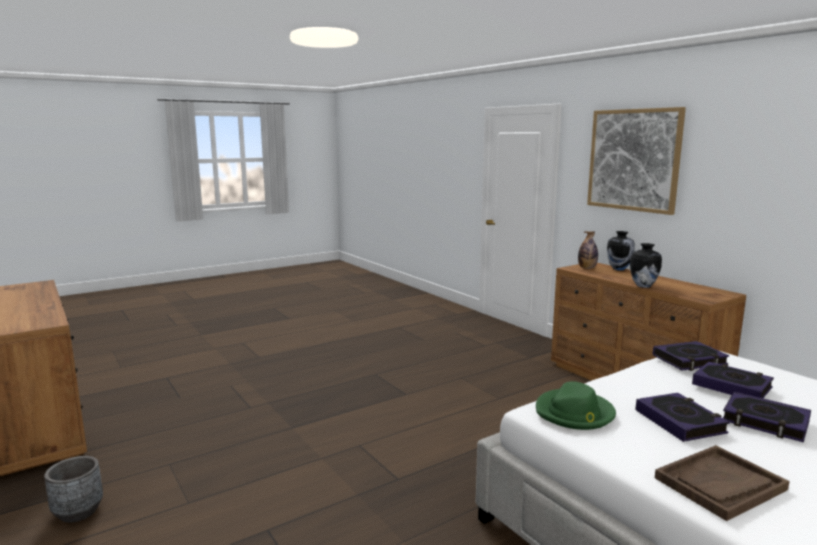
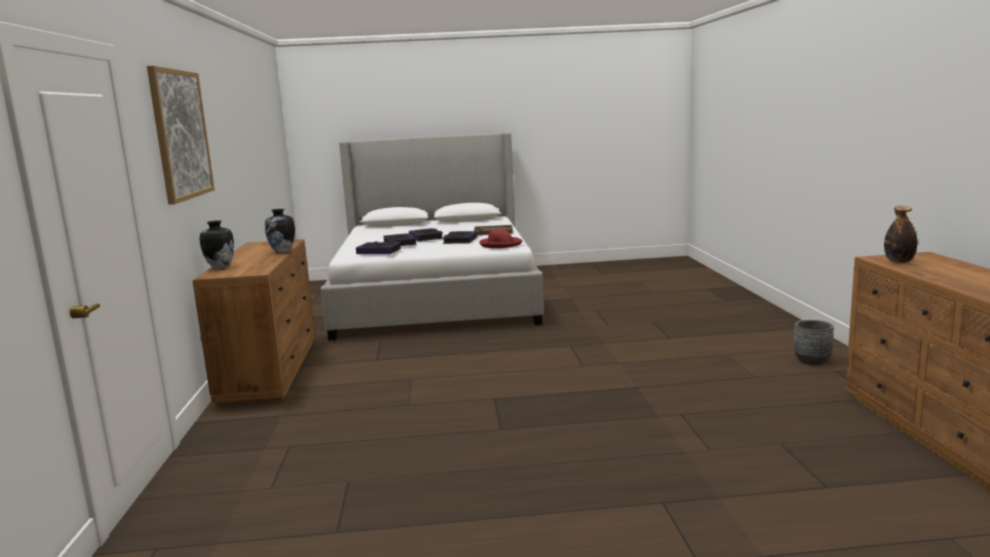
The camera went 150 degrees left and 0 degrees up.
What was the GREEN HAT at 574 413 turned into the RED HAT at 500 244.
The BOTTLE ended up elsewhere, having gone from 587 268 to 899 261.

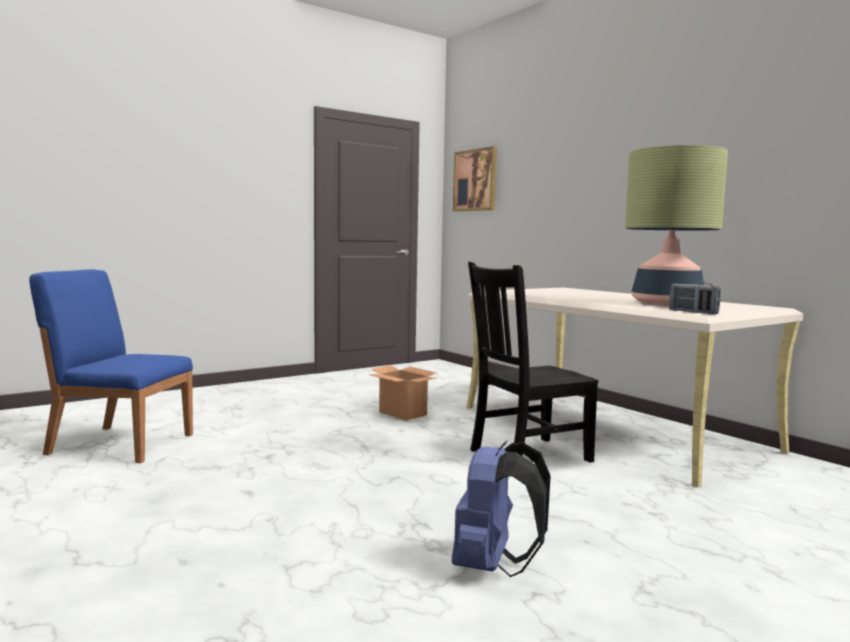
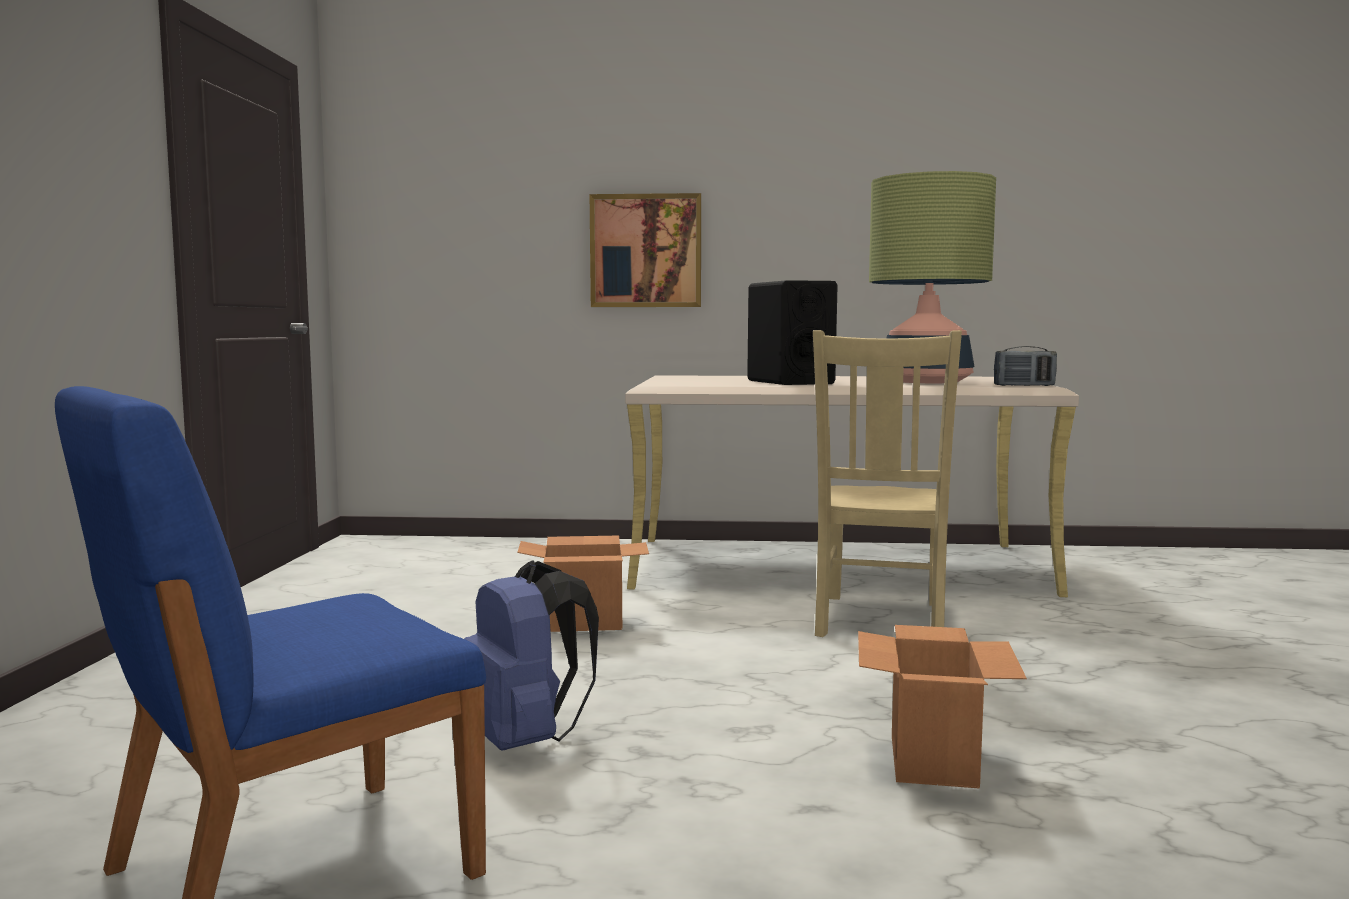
The camera went 50 degrees left and 0 degrees up.
The BLUE BACKPACK ended up elsewhere, having gone from 494 566 to 525 741.
The PICTURE ended up elsewhere, having gone from 475 180 to 646 251.
What was the BLACK CHAIR at 526 456 turned into the BEIGE CHAIR at 880 621.
The second view gained the BLACK SPEAKER at 789 382.
The second view gained the CARDBOARD BOX at 932 760.

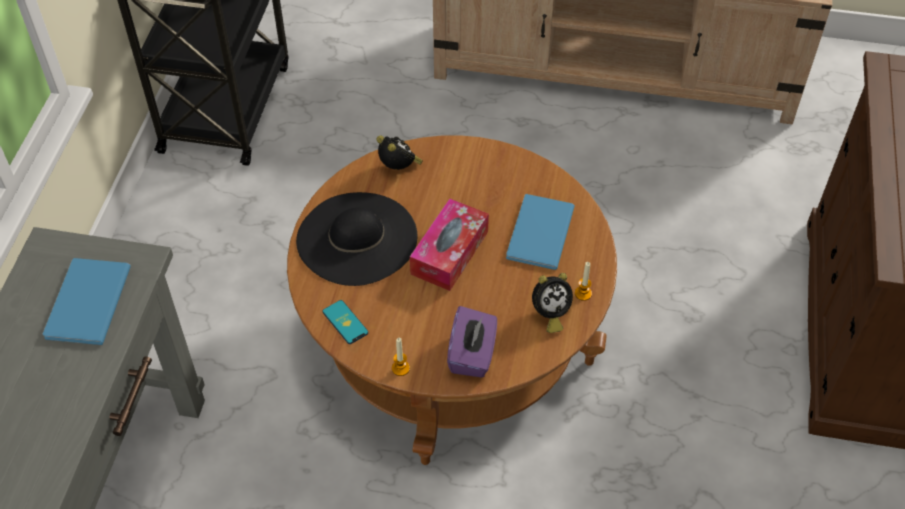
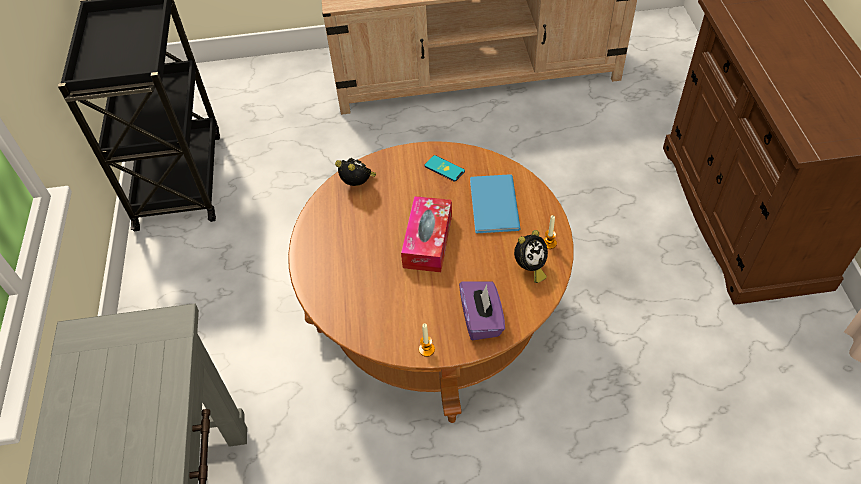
The camera went 15 degrees left and 0 degrees up.
The second view lost the BLUE BOOK at 85 304.
The second view lost the BLACK HAT at 357 238.
The PHONE ended up elsewhere, having gone from 345 322 to 444 168.

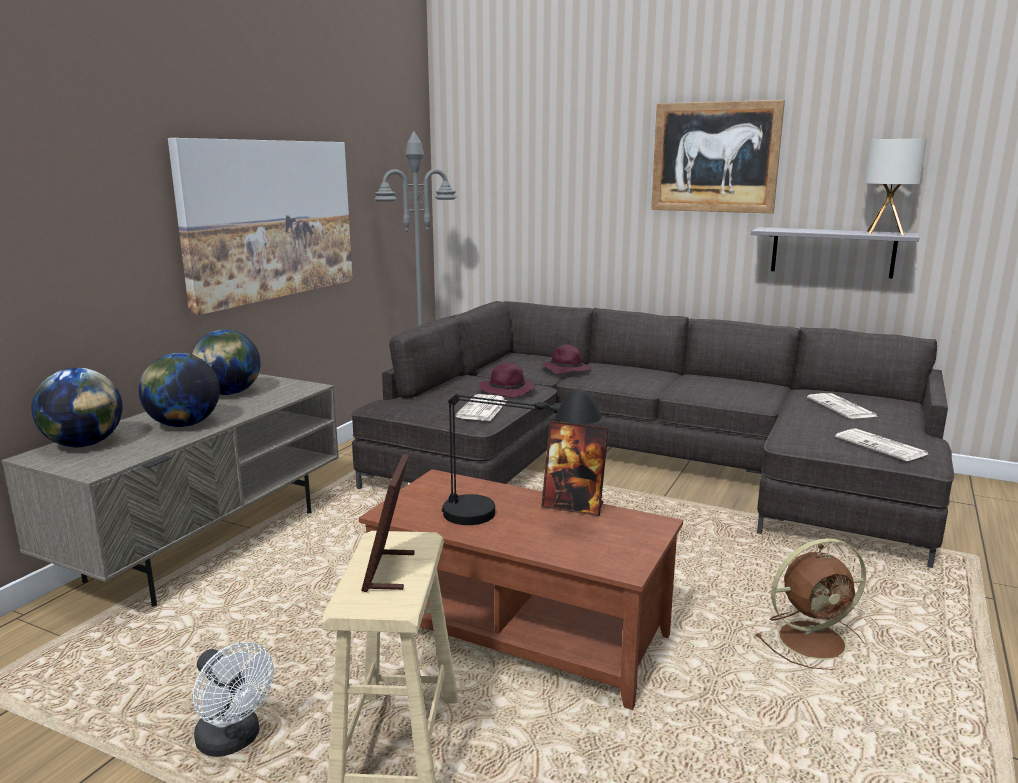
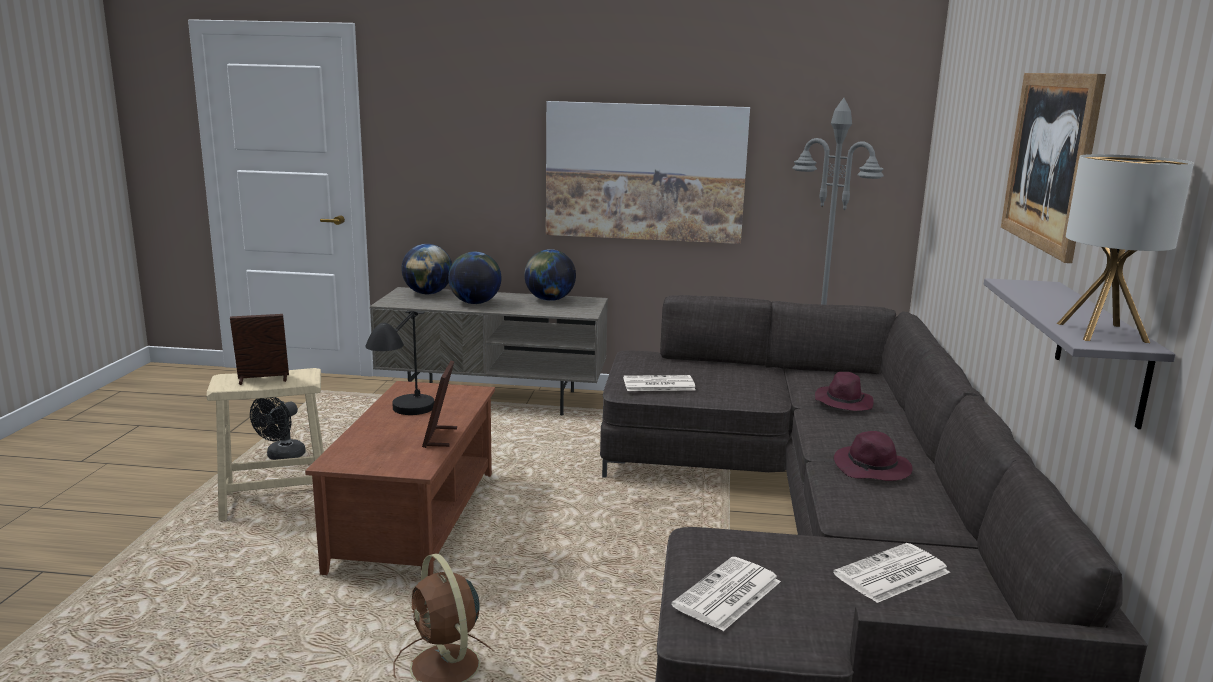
The camera went 70 degrees right and 0 degrees up.
What was the WHITE FAN at 234 741 turned into the BLACK FAN at 282 457.
The PURPLE HAT ended up elsewhere, having gone from 508 390 to 872 469.

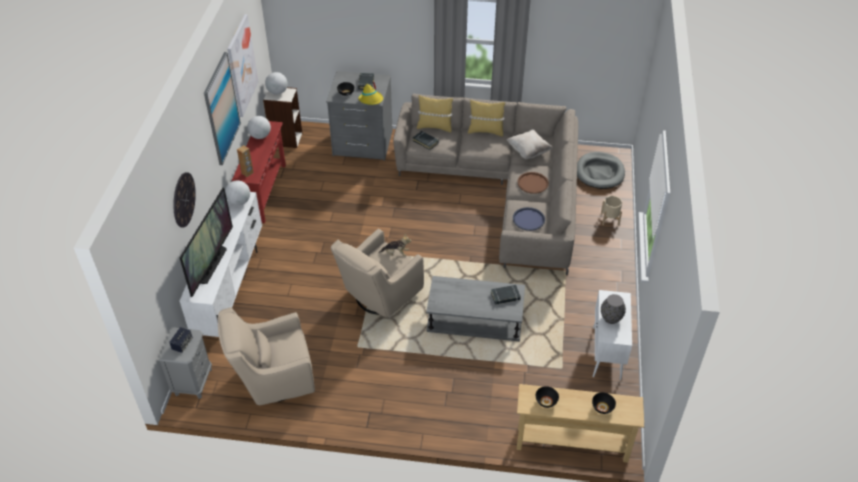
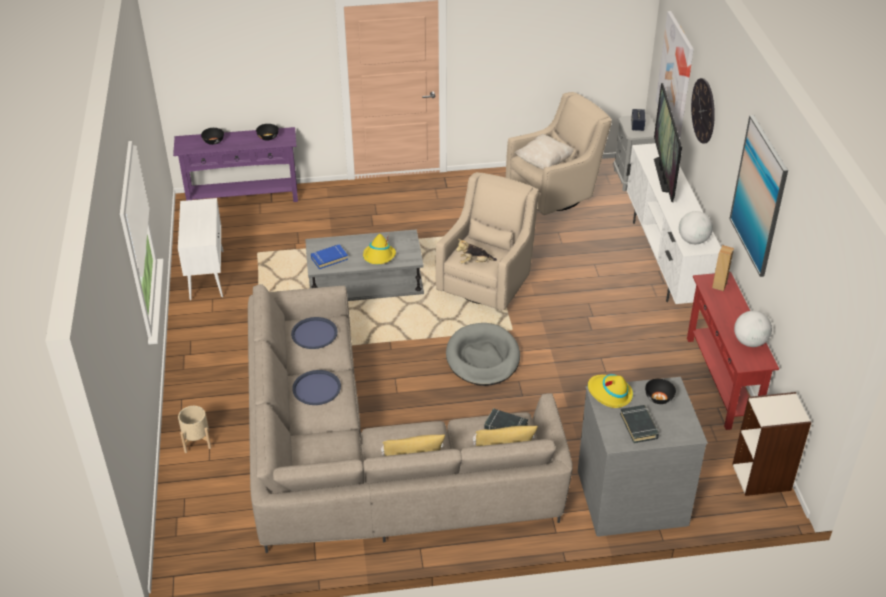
The camera went 165 degrees right and 5 degrees down.
The PICTURE ended up elsewhere, having gone from 241 65 to 676 76.
The second view lost the GLOBE at 277 92.
What was the BLACK BOOK at 505 296 turned into the BLUE BOOK at 329 258.
The BEIGE PILLOW ended up elsewhere, having gone from 528 151 to 544 162.
What was the BROWN TRAY at 532 183 turned into the BLUE TRAY at 316 388.
What was the BEIGE CONSOLE TABLE at 572 444 turned into the PURPLE CONSOLE TABLE at 243 198.
The GREY DOG BED ended up elsewhere, having gone from 599 172 to 483 358.
The second view lost the GREY VASE at 611 318.
The second view gained the YELLOW HAT at 379 256.

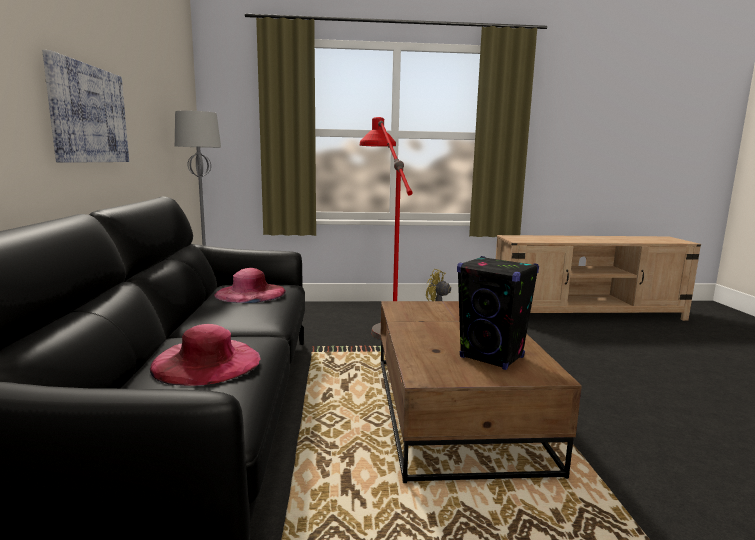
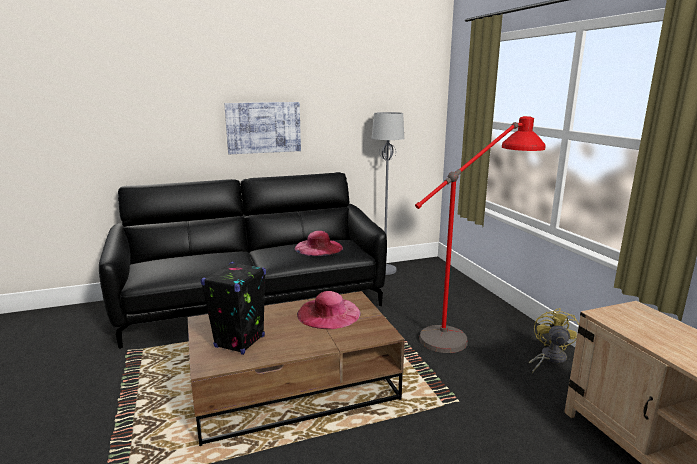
The camera went 75 degrees right and 5 degrees up.
The PINK HAT ended up elsewhere, having gone from 206 361 to 328 313.

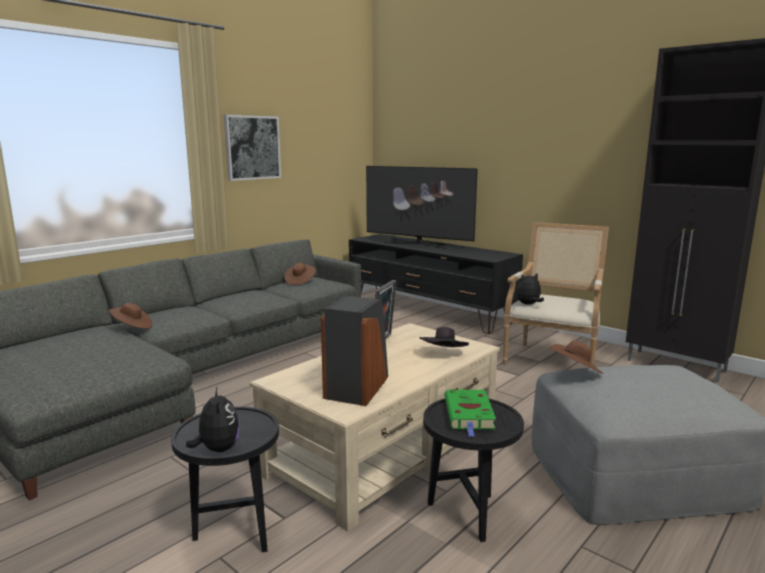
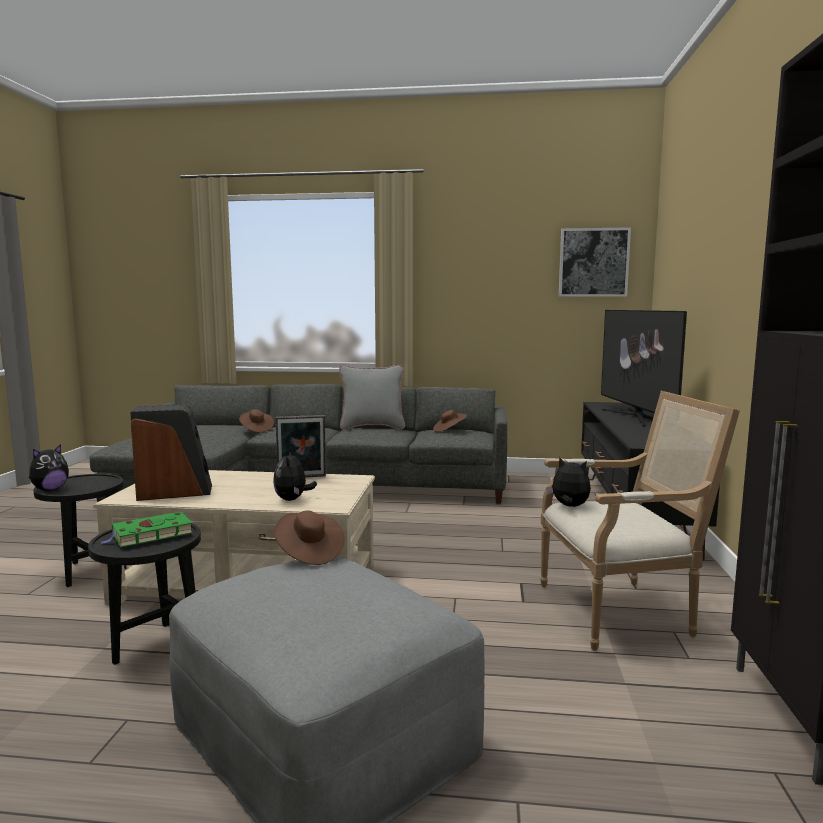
The camera went 55 degrees right and 5 degrees down.
The PICTURE ended up elsewhere, having gone from 252 147 to 593 262.
Where the BLACK HAT stood at 444 354, the PLUSH TOY came to stand at 292 499.
The second view gained the GREY PILLOW at 372 427.

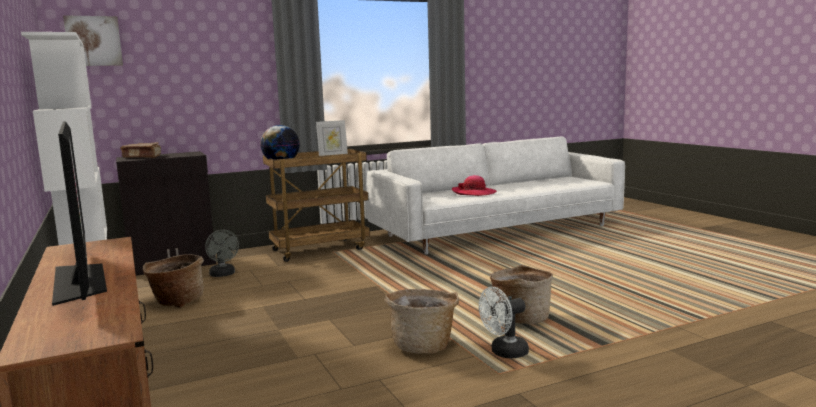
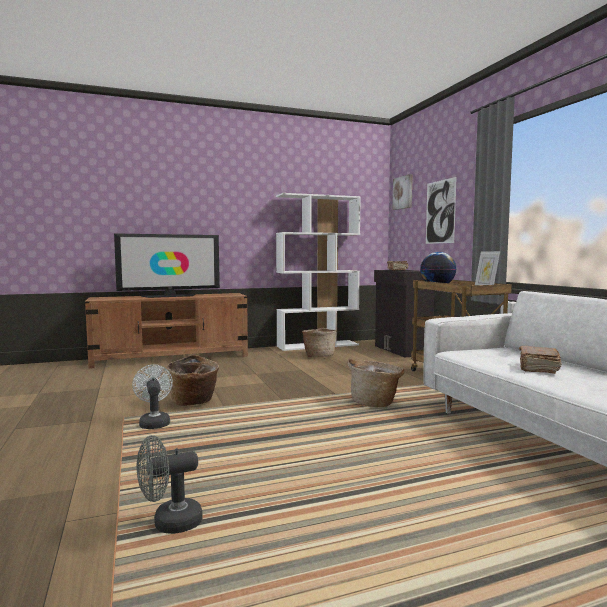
The camera went 95 degrees right and 5 degrees down.
The GREY FAN ended up elsewhere, having gone from 223 274 to 169 523.
Where the HAT stood at 474 193, the BROWN BOOK came to stand at 538 368.
The BASKET ended up elsewhere, having gone from 520 318 to 375 403.
The second view gained the PICTURE at 440 212.

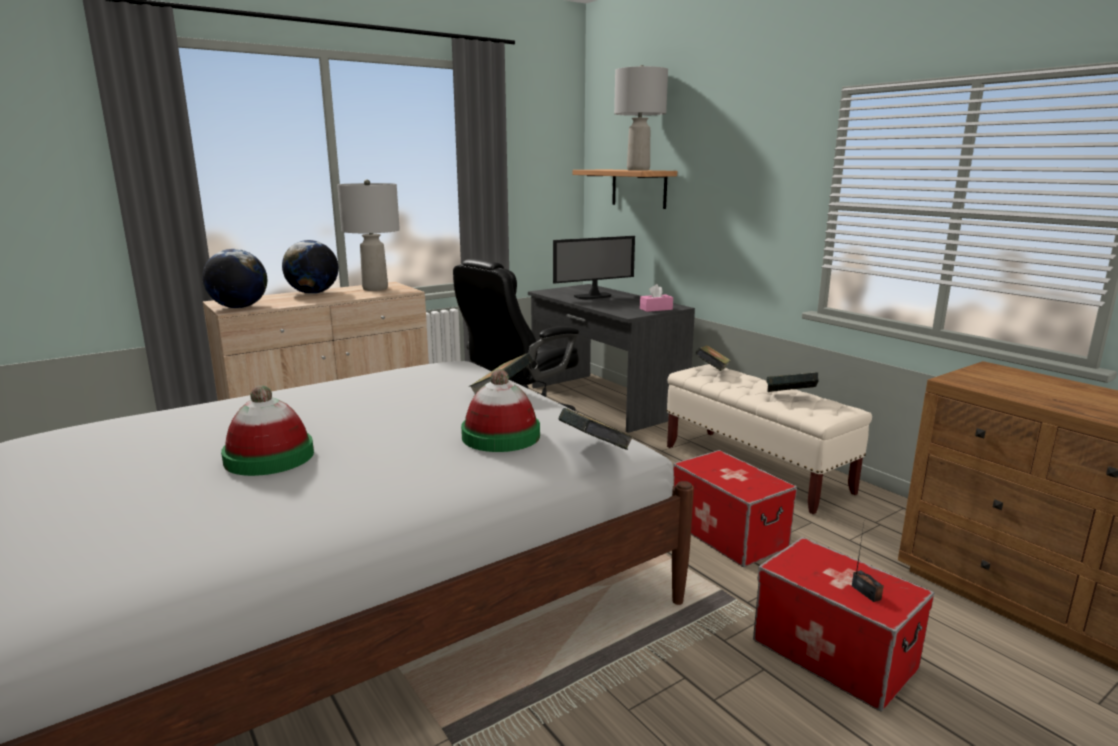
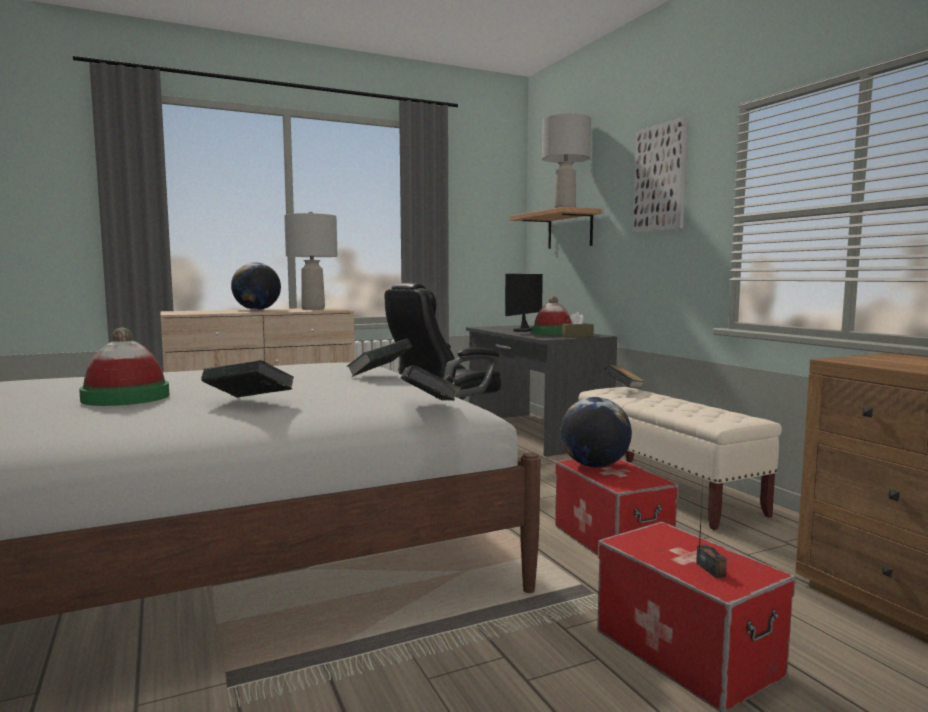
The camera went 10 degrees right and 10 degrees down.
The GLOBE ended up elsewhere, having gone from 239 307 to 594 466.
The HAT ended up elsewhere, having gone from 501 436 to 552 332.
The MONITOR at 594 297 ended up facing another way, 135 degrees clockwise from before.
What was the PINK TISSUE BOX at 656 309 turned into the BROWN TISSUE BOX at 577 336.
The BOOK ended up elsewhere, having gone from 789 397 to 249 403.
The second view gained the PICTURE at 660 178.

